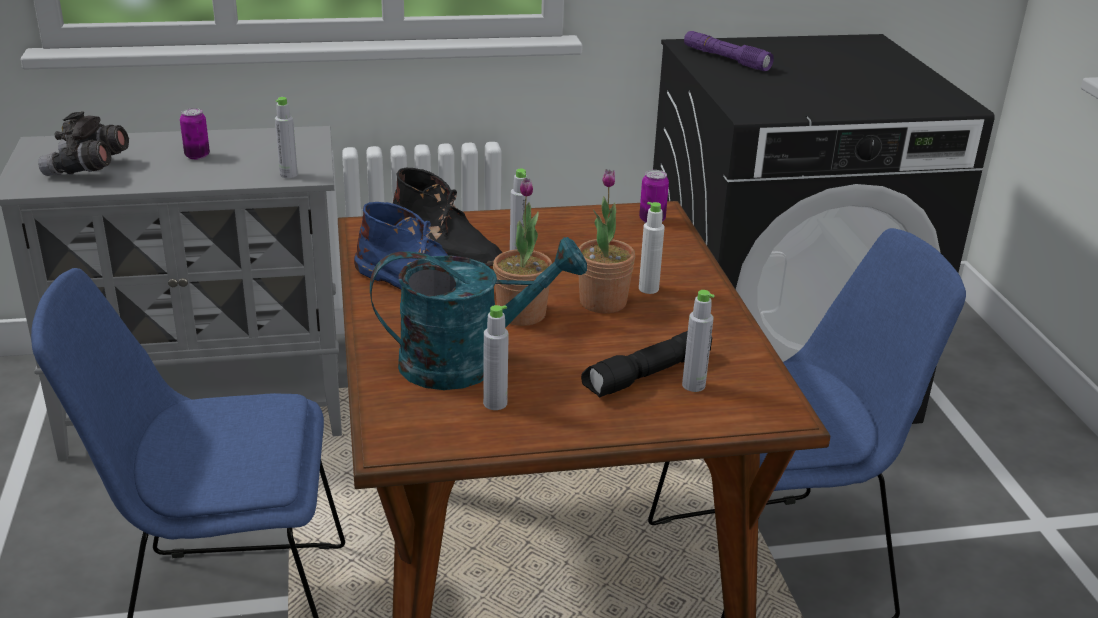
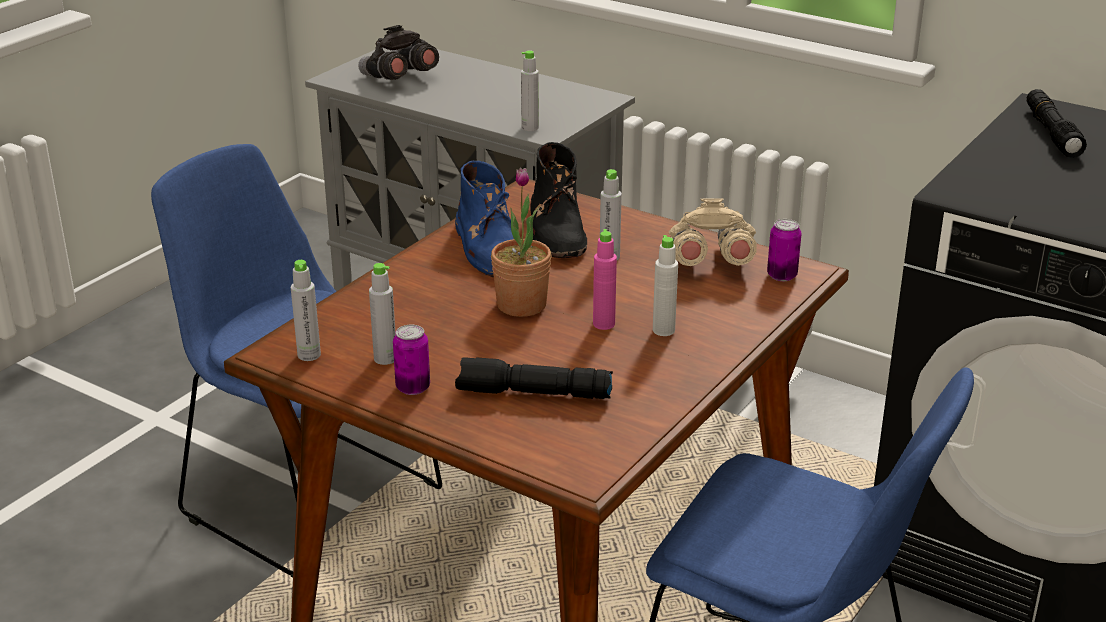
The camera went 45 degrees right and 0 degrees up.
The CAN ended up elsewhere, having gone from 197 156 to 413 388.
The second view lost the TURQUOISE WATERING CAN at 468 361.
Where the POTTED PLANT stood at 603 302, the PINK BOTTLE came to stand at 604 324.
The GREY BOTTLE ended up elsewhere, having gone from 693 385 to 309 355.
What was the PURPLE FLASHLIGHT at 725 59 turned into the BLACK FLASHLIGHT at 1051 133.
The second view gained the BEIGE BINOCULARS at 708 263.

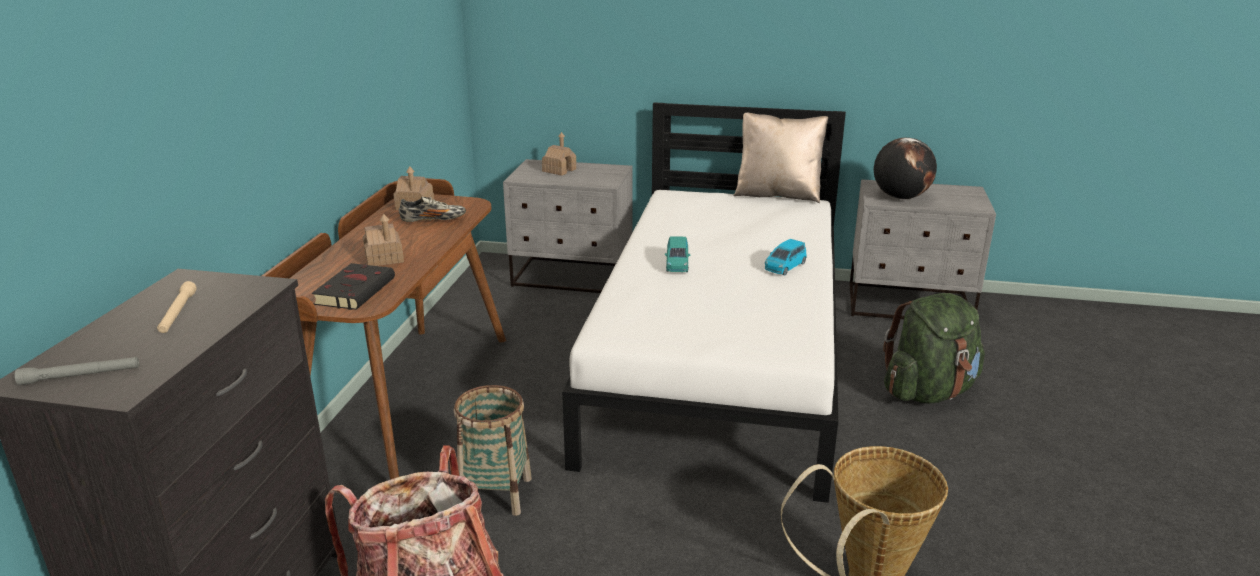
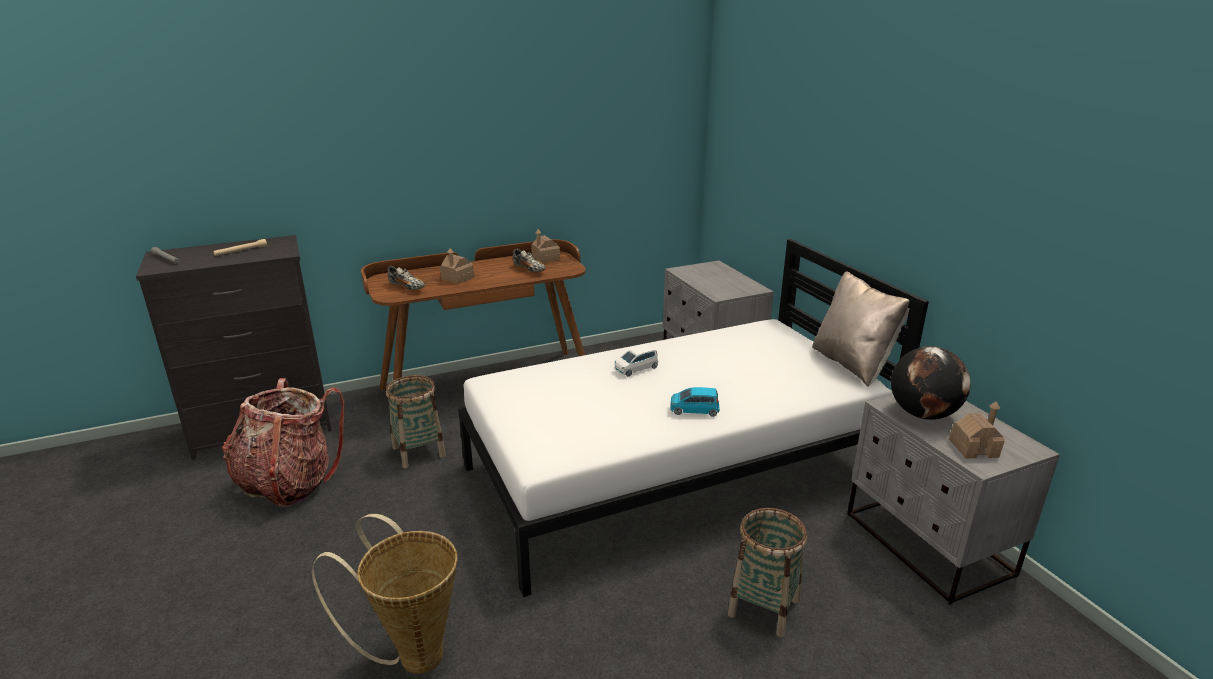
The camera went 55 degrees right and 0 degrees up.
Where the BLACK BOOK stood at 356 290, the SHOE came to stand at 407 287.
The TOY HOUSE ended up elsewhere, having gone from 559 170 to 973 448.
What was the TURQUOISE TOY CAR at 677 264 turned into the WHITE TOY CAR at 636 368.
Where the GREEN BACKPACK stood at 928 392, the BASKET came to stand at 764 607.

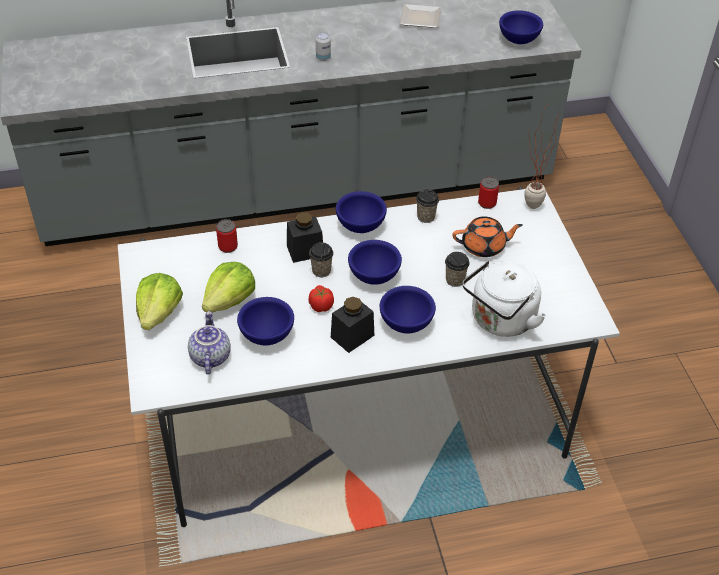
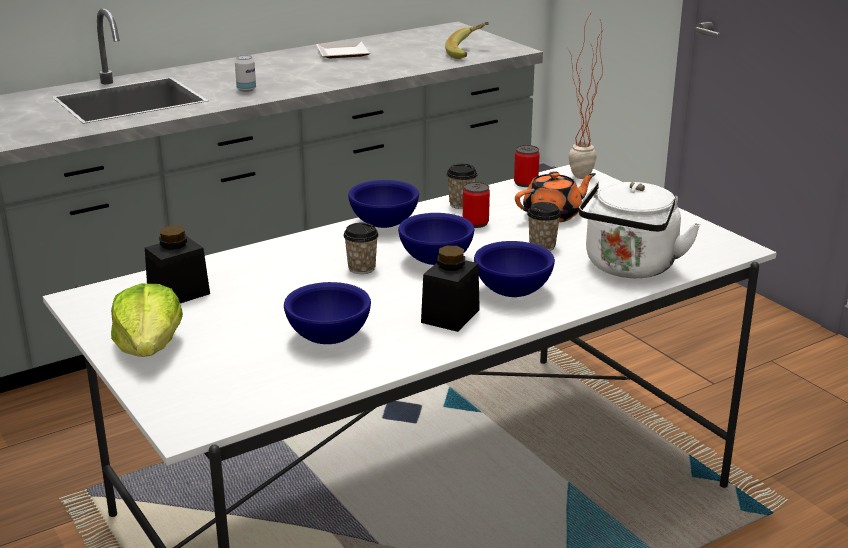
The camera went 20 degrees left and 20 degrees down.
The second view lost the TEAPOT at 209 357.
The second view lost the LETTUCE at 229 300.
The CAN ended up elsewhere, having gone from 228 246 to 475 223.
The BLACK JAR ended up elsewhere, having gone from 305 251 to 178 293.
The second view lost the TOMATO at 321 305.
Where the BLUE BOWL stood at 519 40, the BANANA came to stand at 469 53.

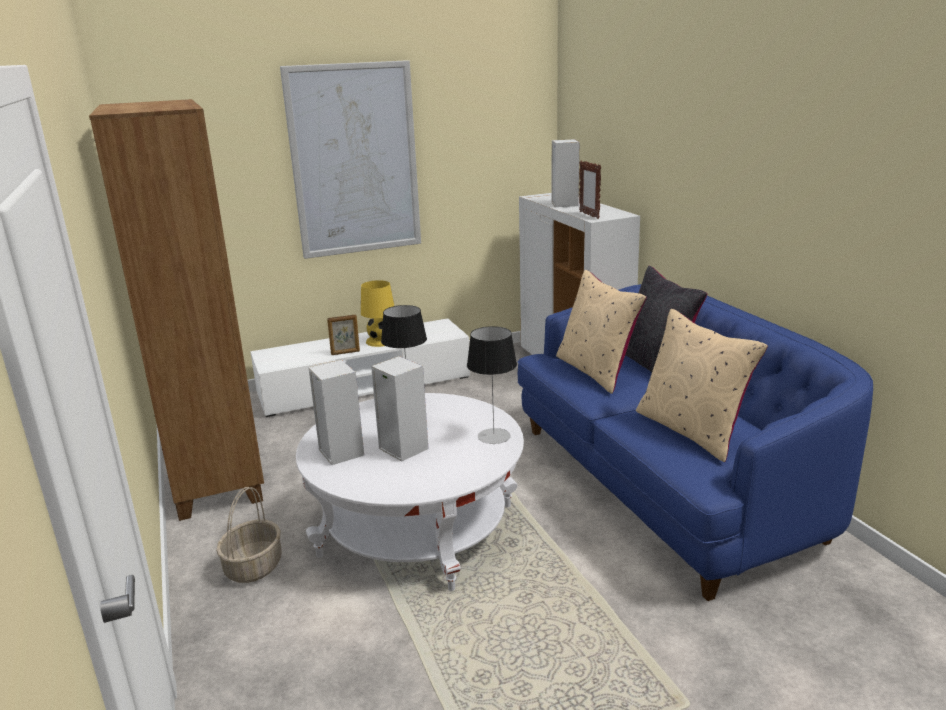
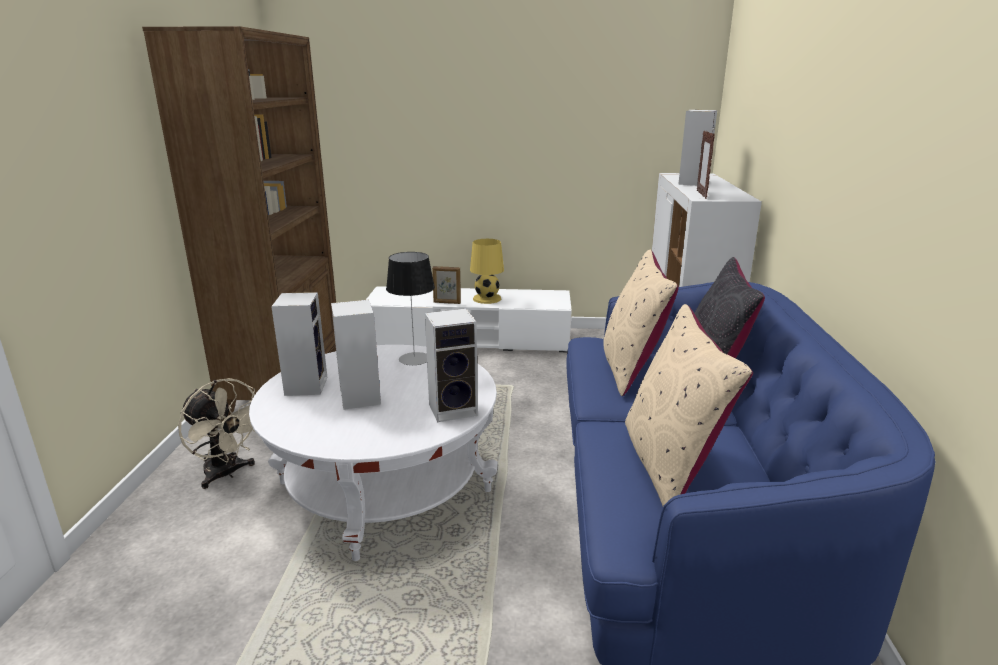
The camera went 25 degrees right and 0 degrees up.
Where the BASKET stood at 253 566, the BEIGE FAN came to stand at 227 474.
The second view lost the PICTURE at 354 160.
Where the TABLE LAMP stood at 493 436, the SPEAKER came to stand at 454 409.

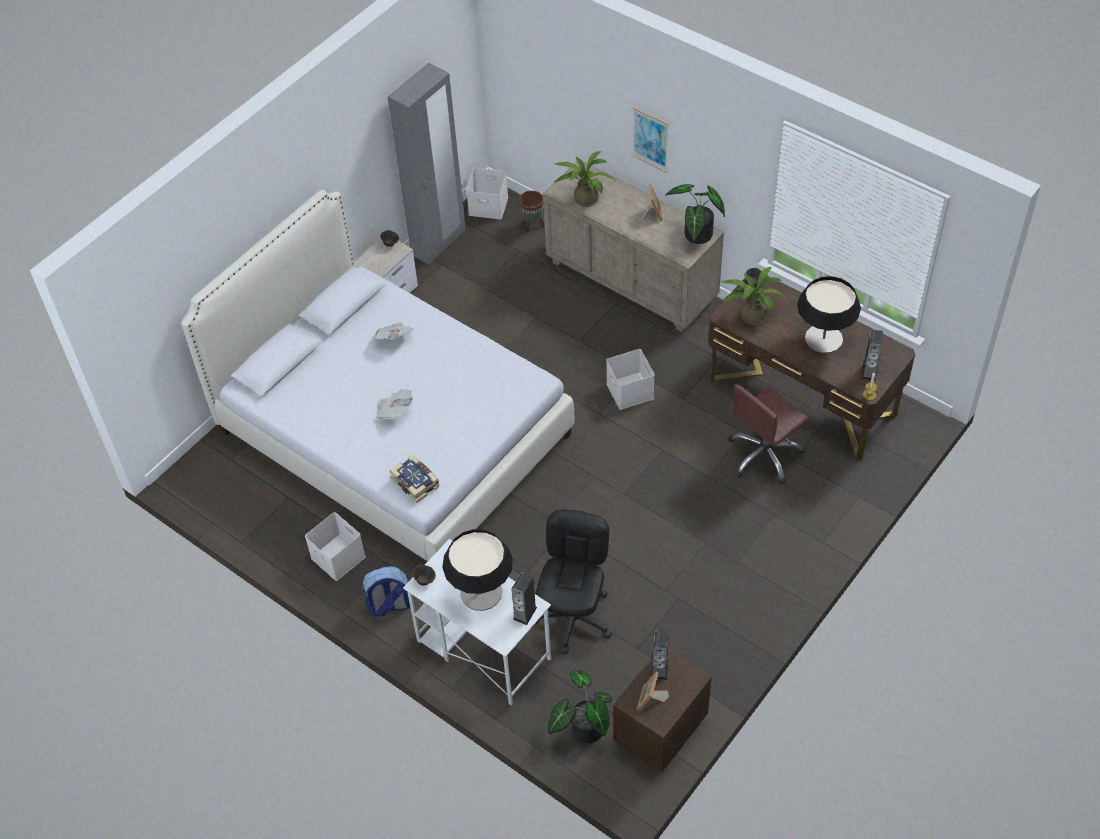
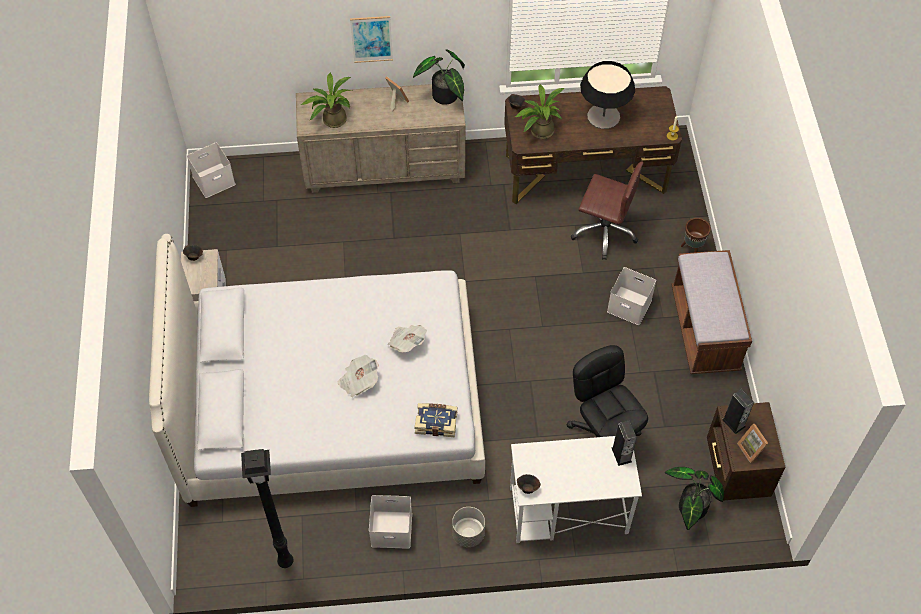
The camera went 45 degrees left and 5 degrees up.
Where the BACKPACK stood at 389 605, the GREY PLANTER came to stand at 468 534.
The NEWSPAPER ended up elsewhere, having gone from 394 338 to 407 342.
The second view lost the GREY WARDROBE at 438 243.
The second view lost the TABLE LAMP at 481 592.
The BROWN PLANTER ended up elsewhere, having gone from 533 225 to 692 249.
The WHITE STORAGE BOX ended up elsewhere, having gone from 631 391 to 630 305.
The BROWN OFFICE CHAIR at 764 455 ended up facing another way, 75 degrees counterclockwise from before.
The second view lost the SPEAKER at 869 371.
The second view gained the BLACK FLOOR LAMP at 284 563.
The second view gained the BROWN BENCH at 704 330.

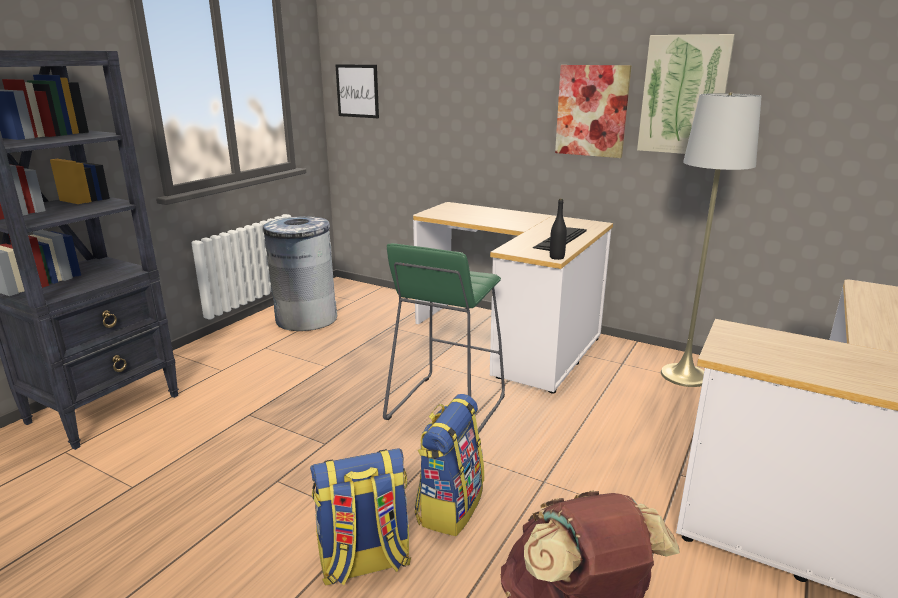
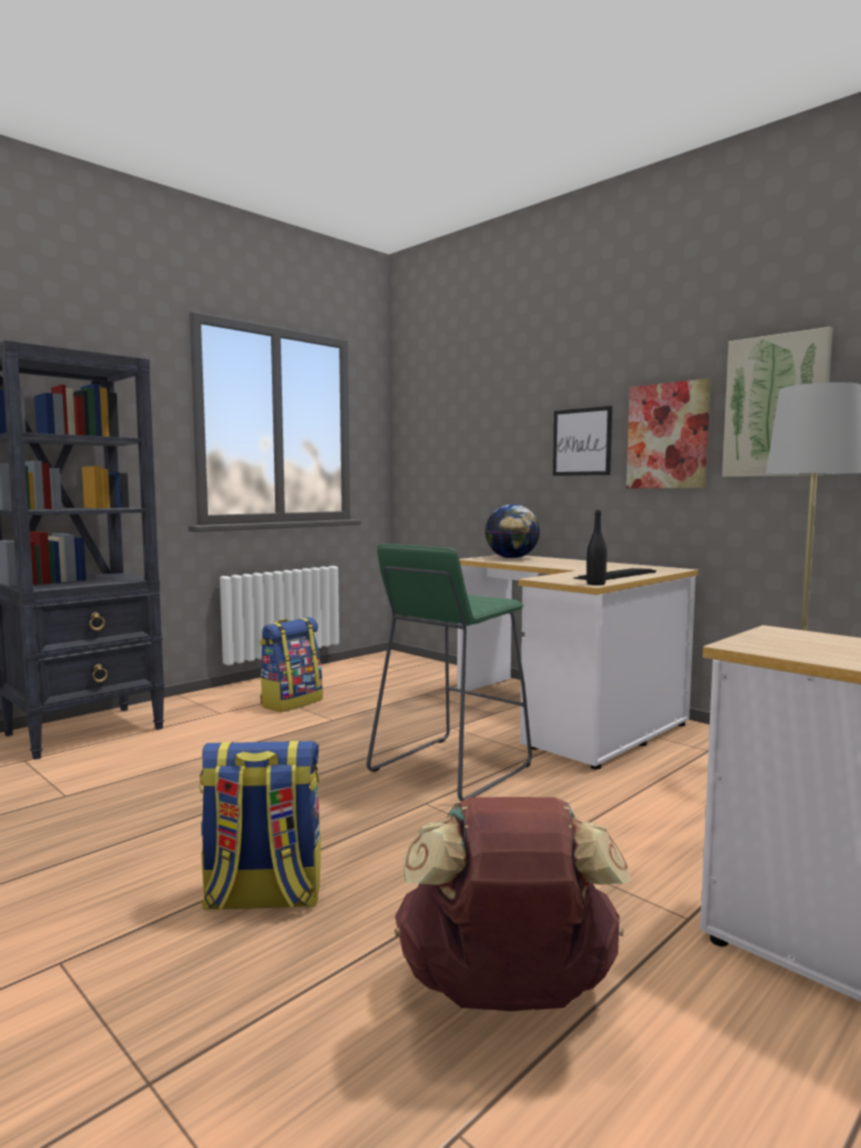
The camera went 15 degrees right and 15 degrees down.
The second view lost the GREY TRASH CAN at 306 319.
The PICTURE ended up elsewhere, having gone from 357 91 to 582 442.
The BACKPACK ended up elsewhere, having gone from 449 506 to 291 703.
The second view gained the GLOBE at 511 558.

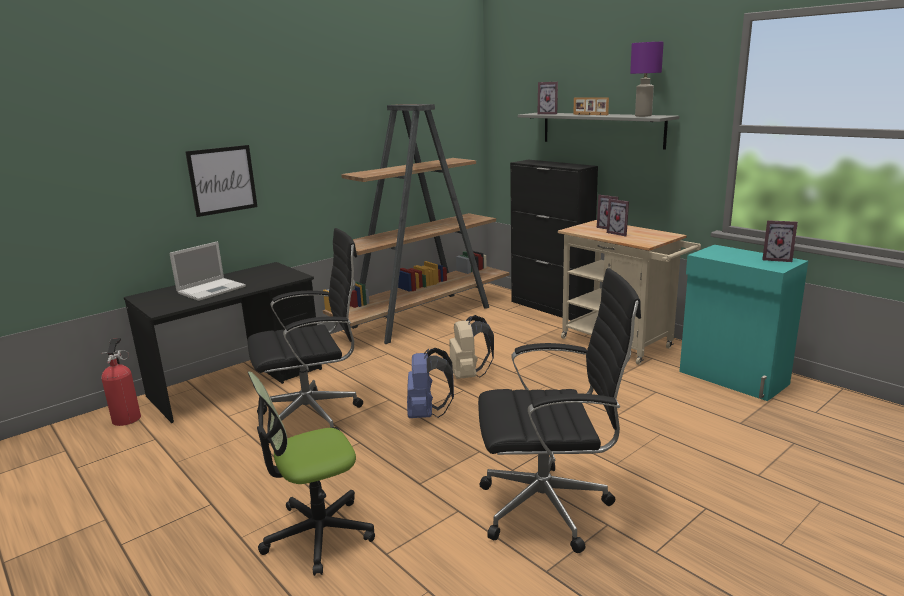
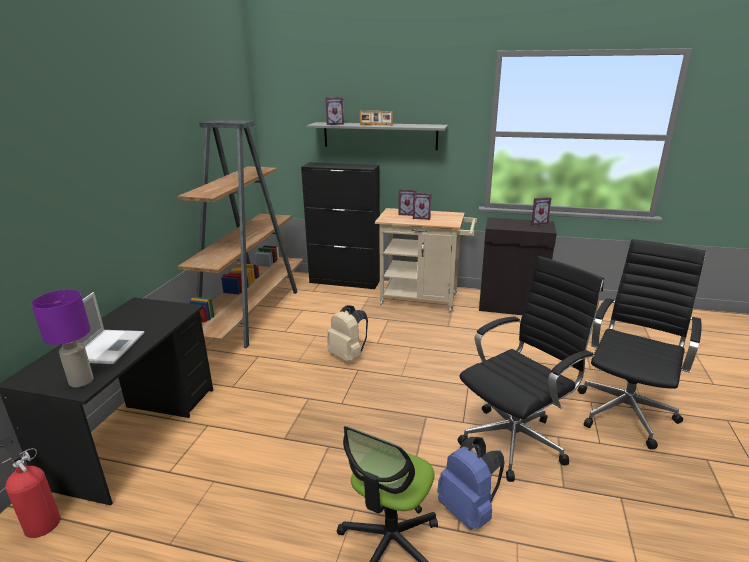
The camera went 35 degrees left and 5 degrees up.
The second view lost the PICTURE at 222 180.
The BLACK OFFICE CHAIR ended up elsewhere, having gone from 315 416 to 625 411.
The BLUE BACKPACK ended up elsewhere, having gone from 427 414 to 468 510.
The PURPLE TABLE LAMP ended up elsewhere, having gone from 643 116 to 82 381.
What was the TURQUOISE CABINET at 733 378 turned into the BLACK CABINET at 511 307.

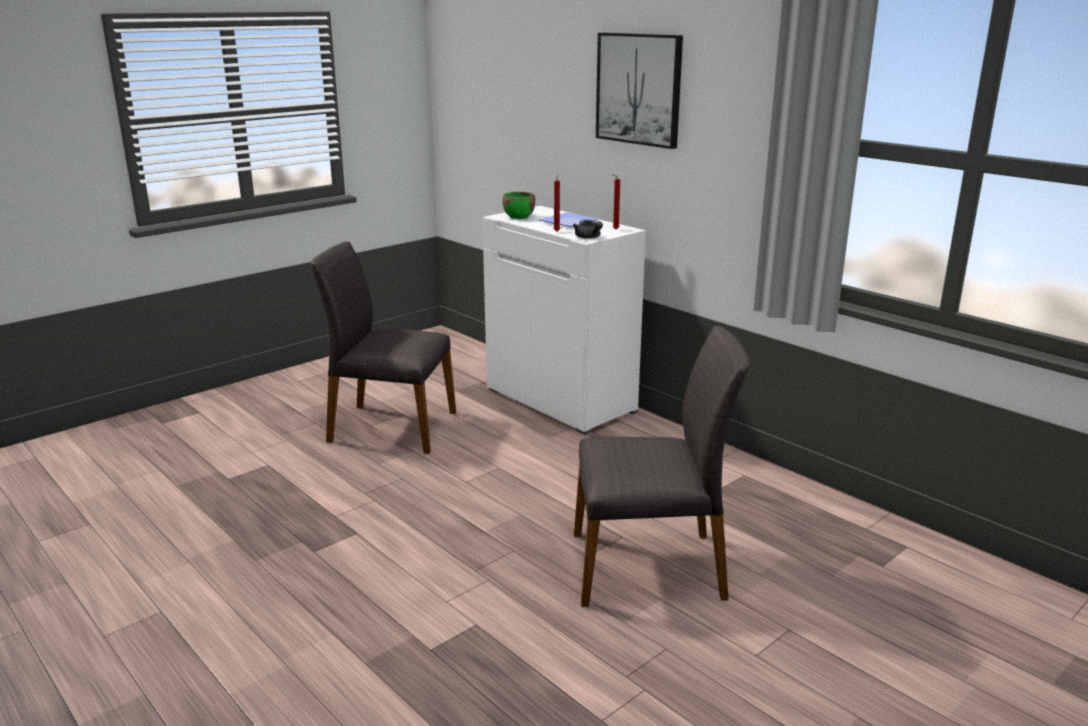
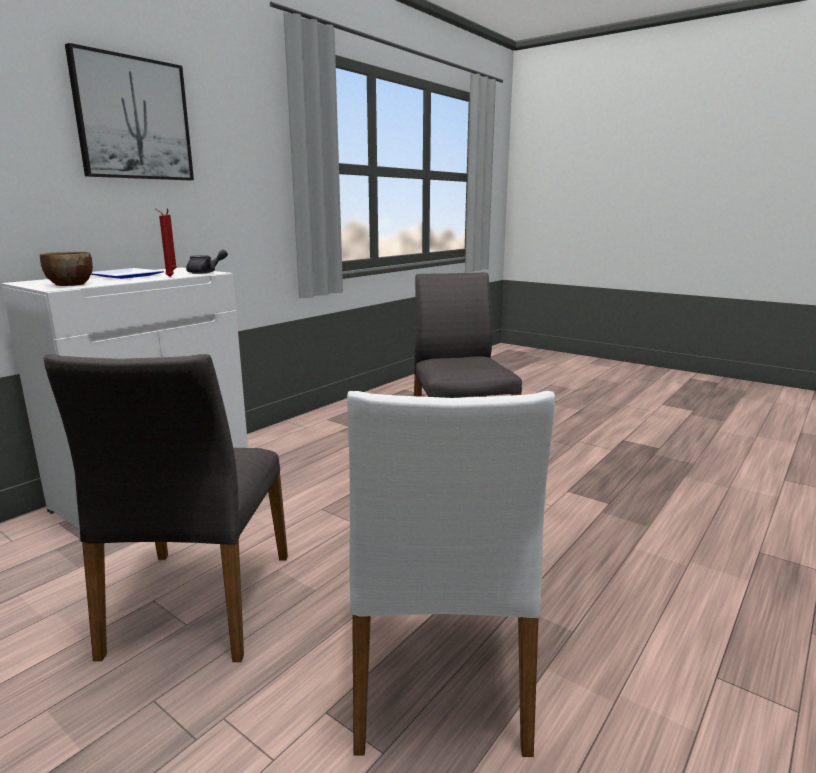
The camera went 100 degrees left and 5 degrees down.
What was the GREEN BOWL at 519 216 turned into the BROWN BOWL at 70 284.
The second view gained the WHITE CHAIR at 438 674.

